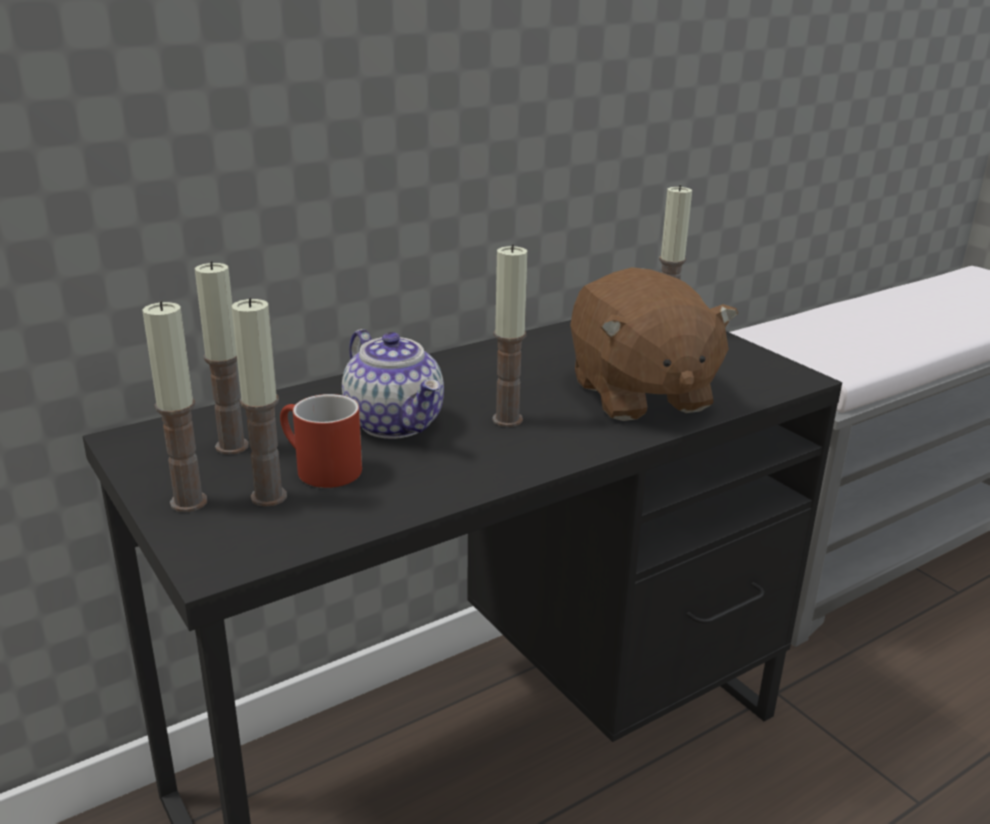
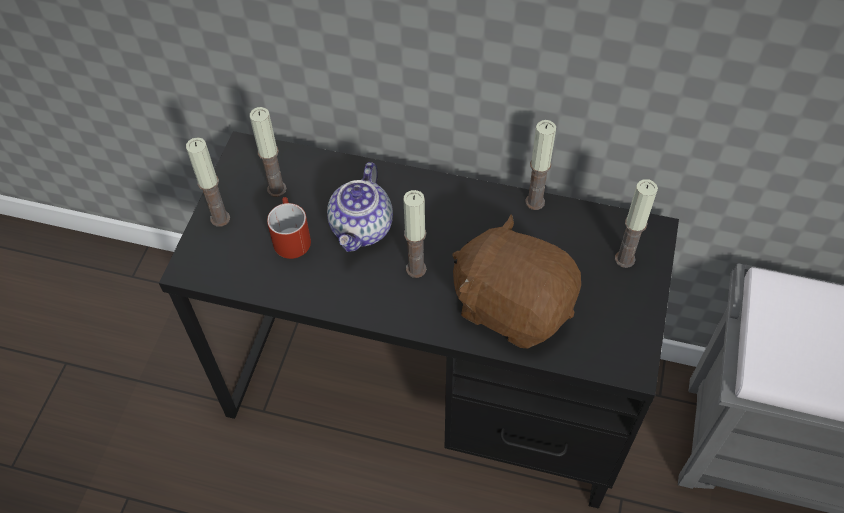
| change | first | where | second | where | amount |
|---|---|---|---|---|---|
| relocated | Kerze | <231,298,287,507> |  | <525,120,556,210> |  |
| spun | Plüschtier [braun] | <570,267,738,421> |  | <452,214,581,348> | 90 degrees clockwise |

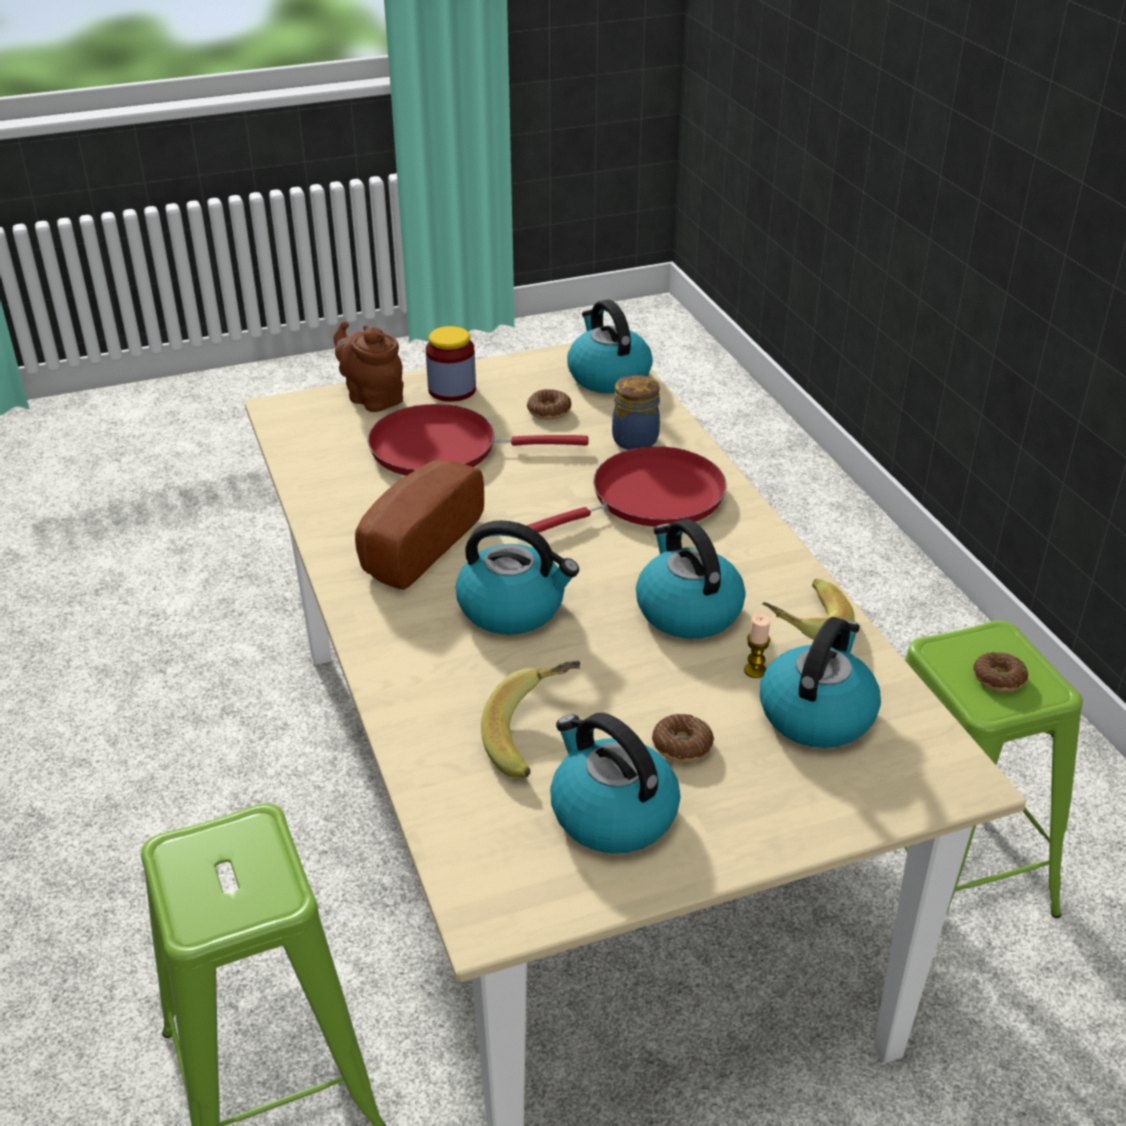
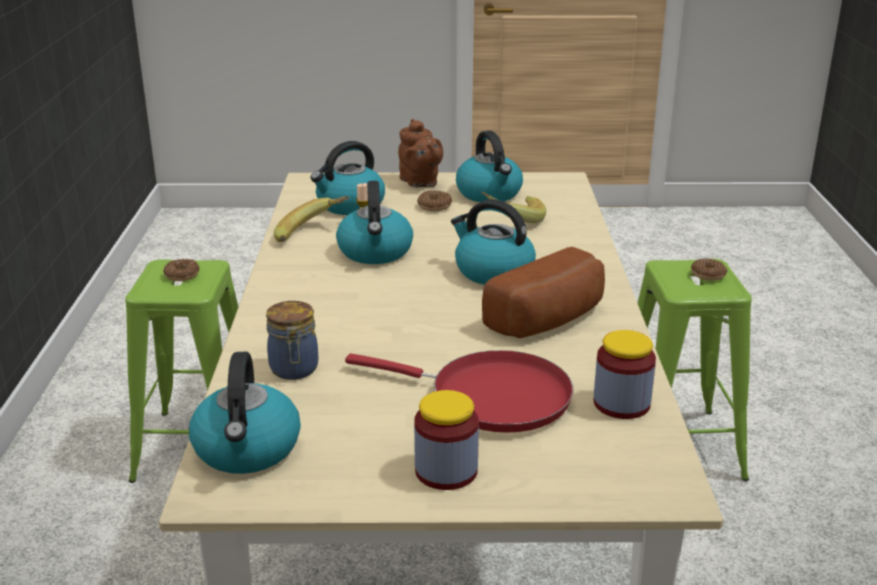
| change | first | where | second | where | amount |
|---|---|---|---|---|---|
| missing | Pfanne [rot] | <526,446,727,533> |  |  |  |
| appeared |  |  | Vorratsglas | <594,330,656,419> |  |
| relocated | Teekanne [braun] | <333,321,404,412> |  | <398,119,443,187> |  |
| relocated | Donut | <527,389,571,420> |  | <691,259,728,281> |  |

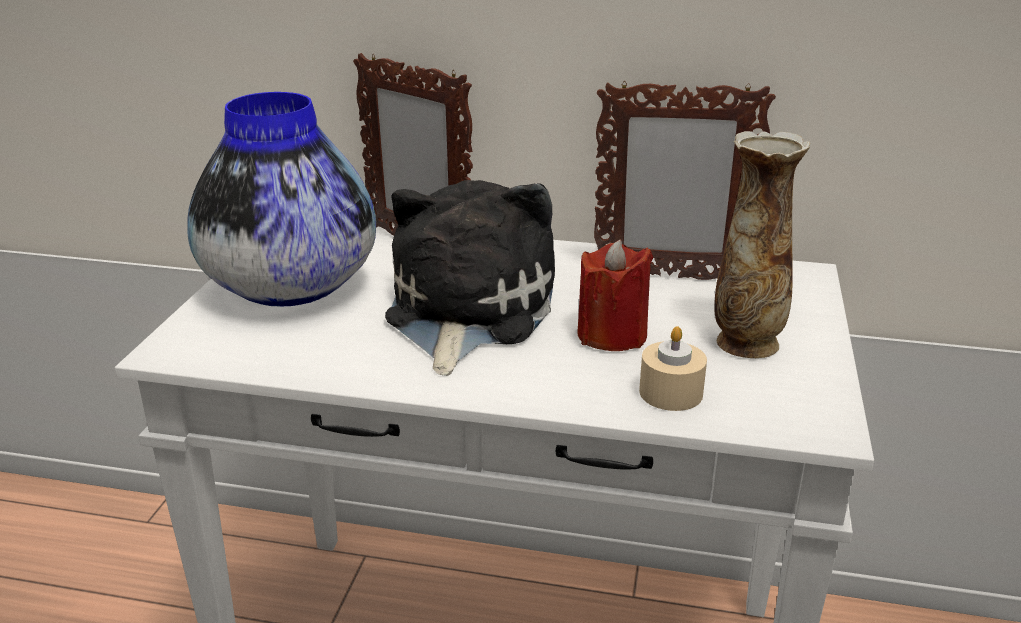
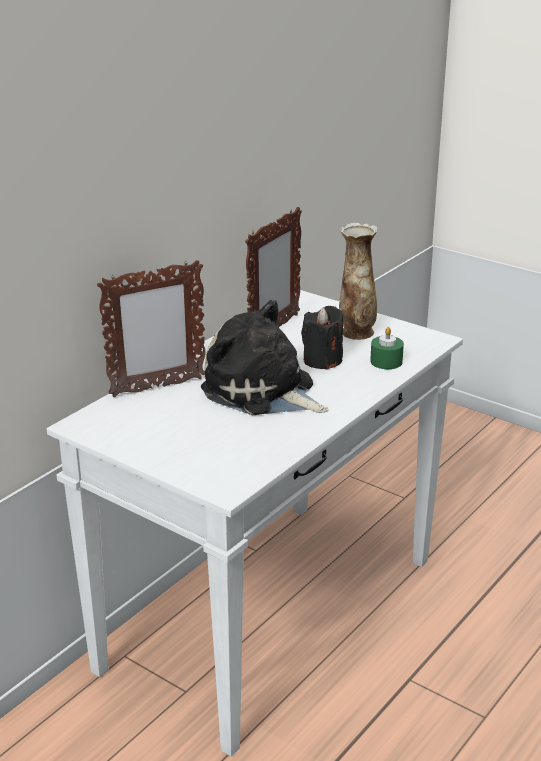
| change | first | where | second | where | amount |
|---|---|---|---|---|---|
| missing | Vase | <187,92,376,306> |  |  |  |
| colour | Kerze [rot] | <577,240,653,351> | Kerze [schwarz] | <301,306,343,370> |  |
| colour | Kerze [beige] | <639,326,707,411> | Kerze [grün] | <370,327,404,369> |  |

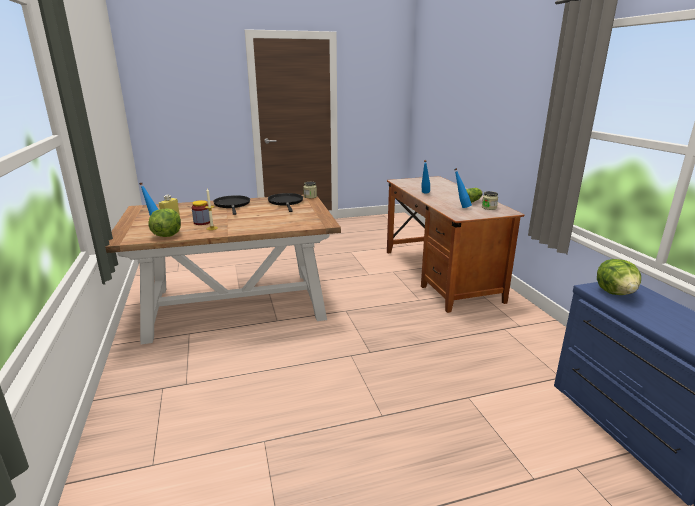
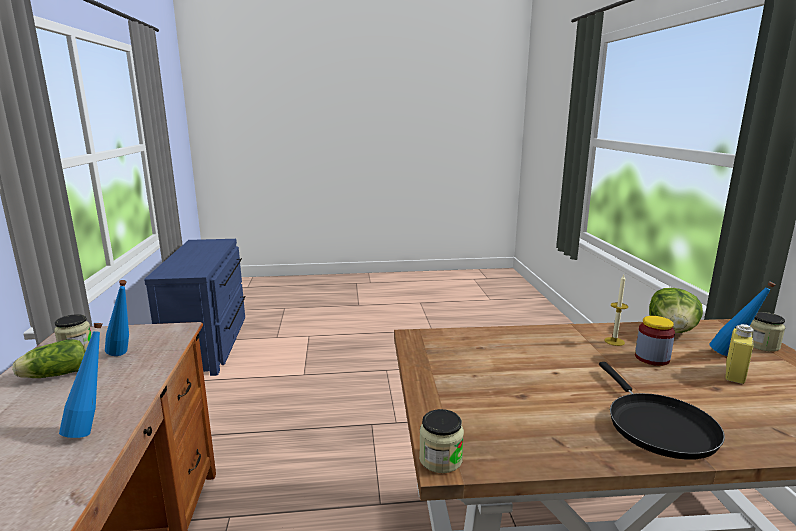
| change | first | where | second | where | amount |
|---|---|---|---|---|---|
| missing | Pfanne [schwarz] | <268,193,303,212> |  |  |  |
| missing | Salatkopf | <597,259,641,295> |  |  |  |
| appeared |  |  | Vorratsglas | <750,312,785,352> |  |

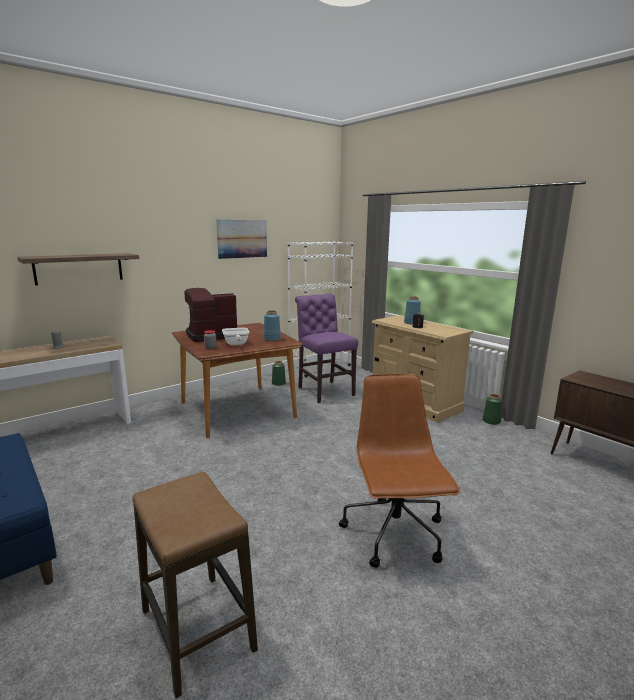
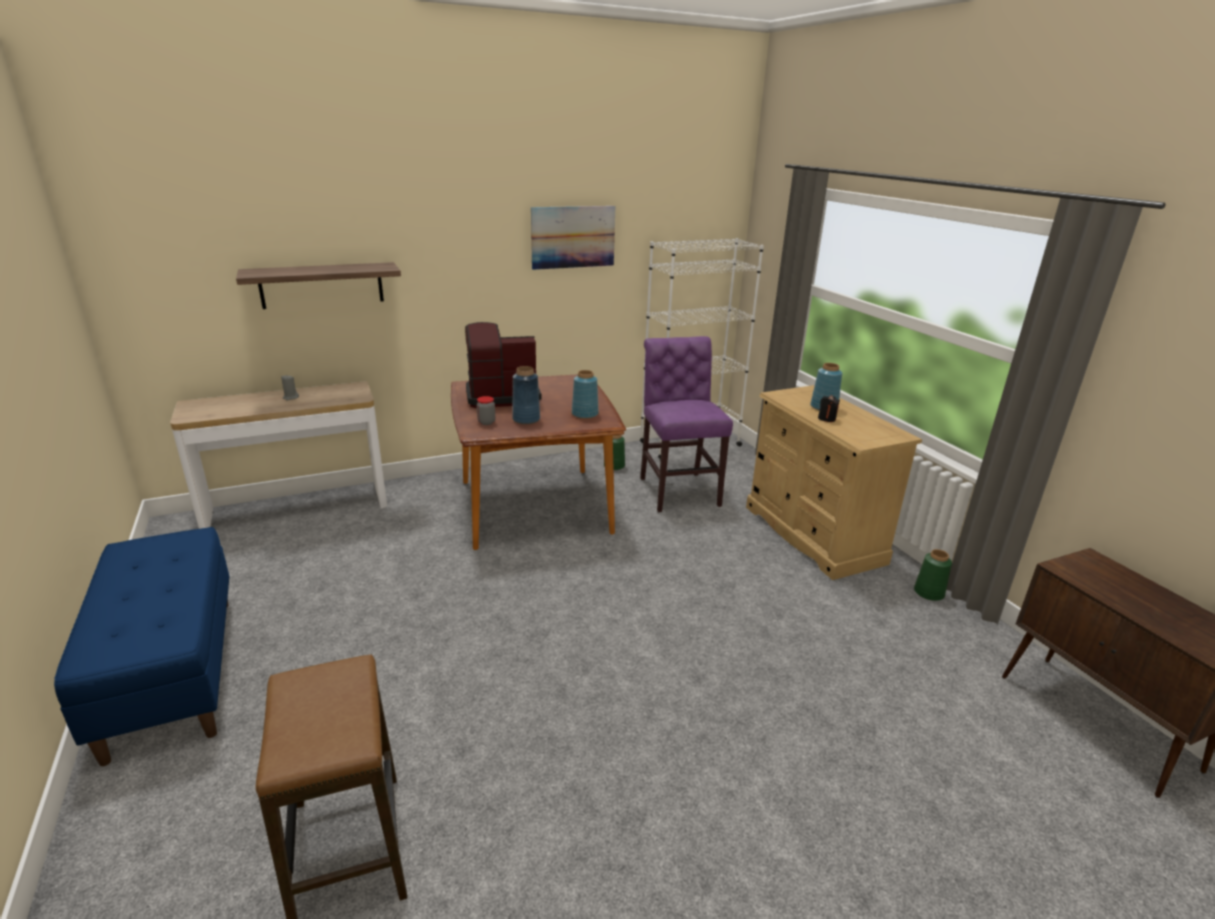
| change | first | where | second | where | amount |
|---|---|---|---|---|---|
| missing | Bürostuhl [braun] | <339,374,460,568> |  |  |  |
| exchanged | Pfanne | <222,328,249,345> | Vase [blau] | <512,366,540,424> |  |

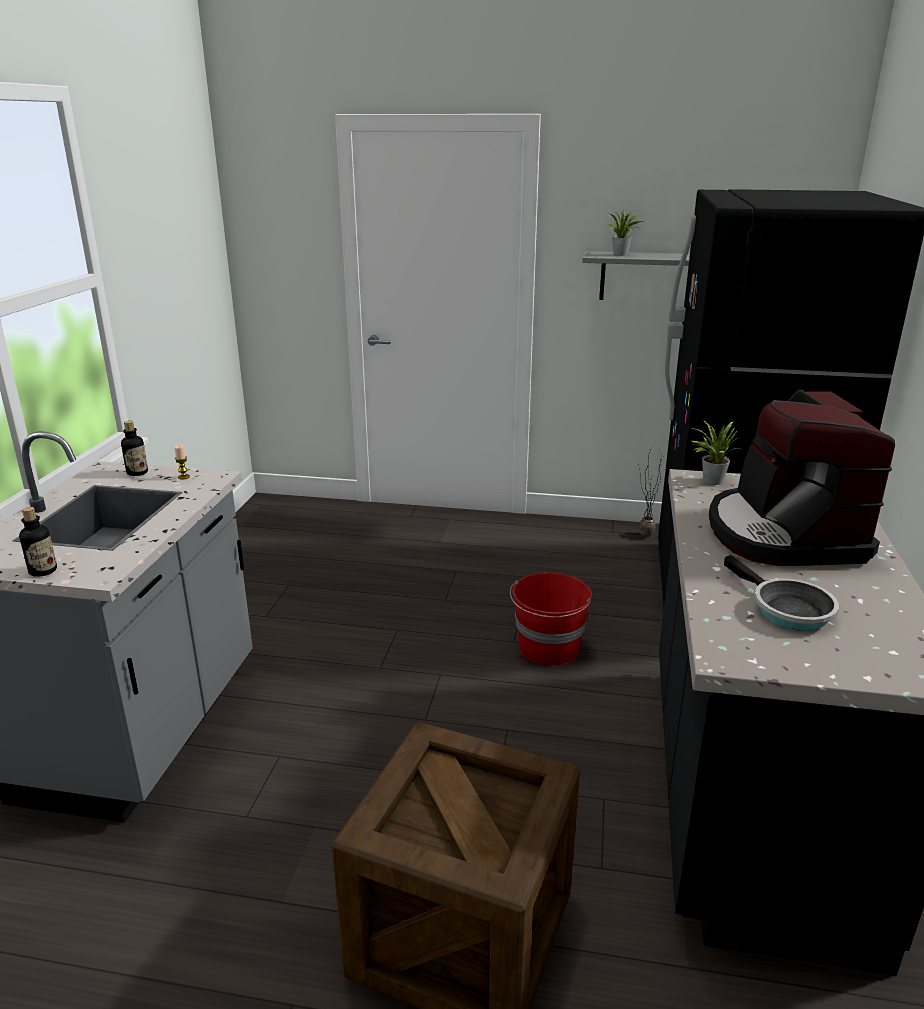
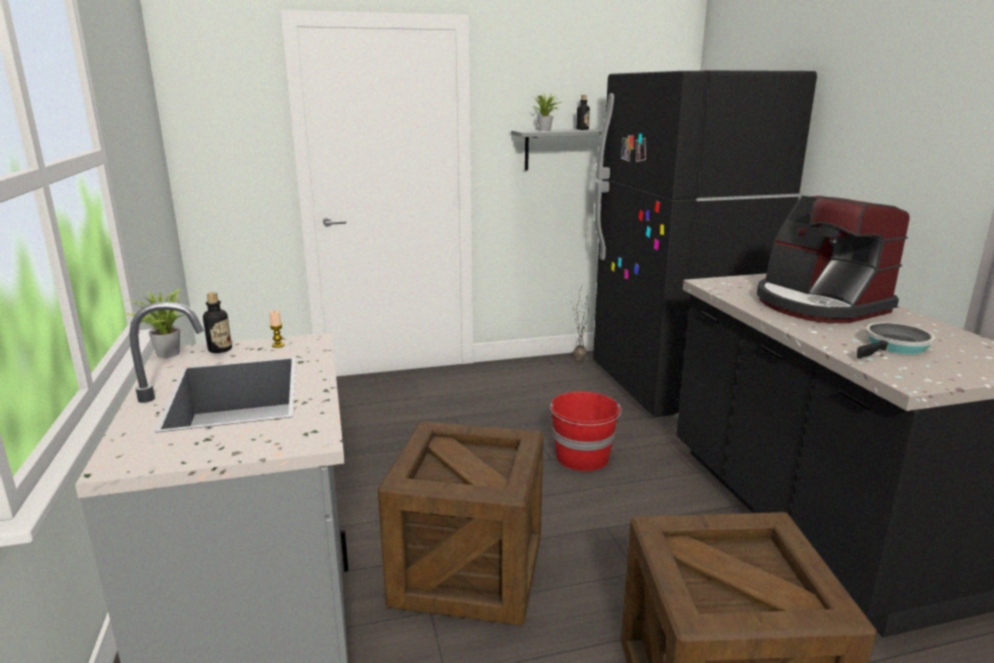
| change | first | where | second | where | amount |
|---|---|---|---|---|---|
| appeared |  |  | Kiste | <378,421,544,625> |  |
| relocated | Flasche | <19,507,57,577> |  | <576,95,590,130> |  |
| relocated | Topfpflanze | <691,421,742,485> |  | <126,288,186,358> |  |
| spun | Pfanne | <724,555,839,631> |  | <857,322,935,359> | 75 degrees counterclockwise |

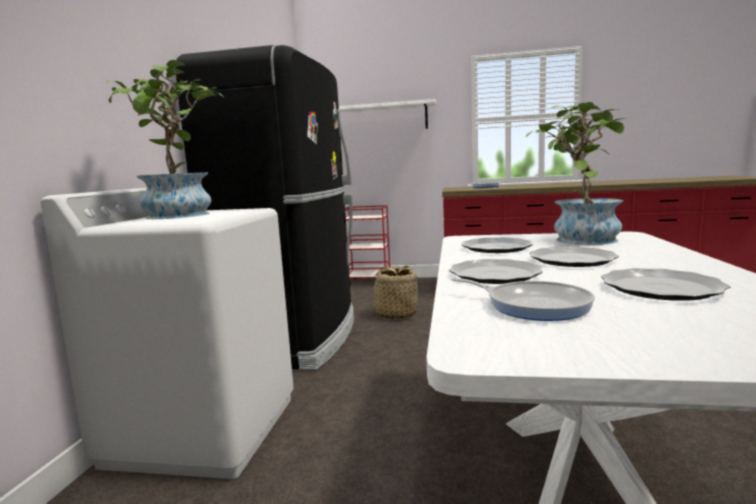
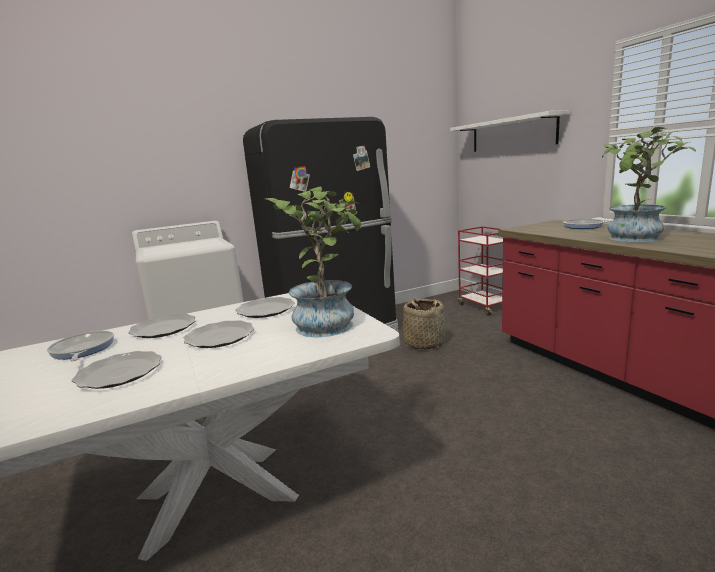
| change | first | where | second | where | amount |
|---|---|---|---|---|---|
| relocated | Topfpflanze | <106,60,223,219> |  | <602,127,696,242> |  |
| spun | Pfanne | <451,278,595,321> |  | <47,331,114,361> | 150 degrees clockwise |

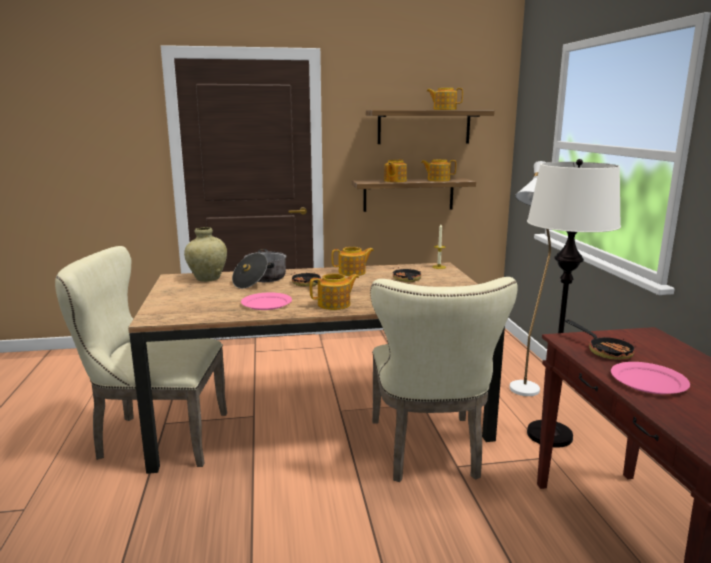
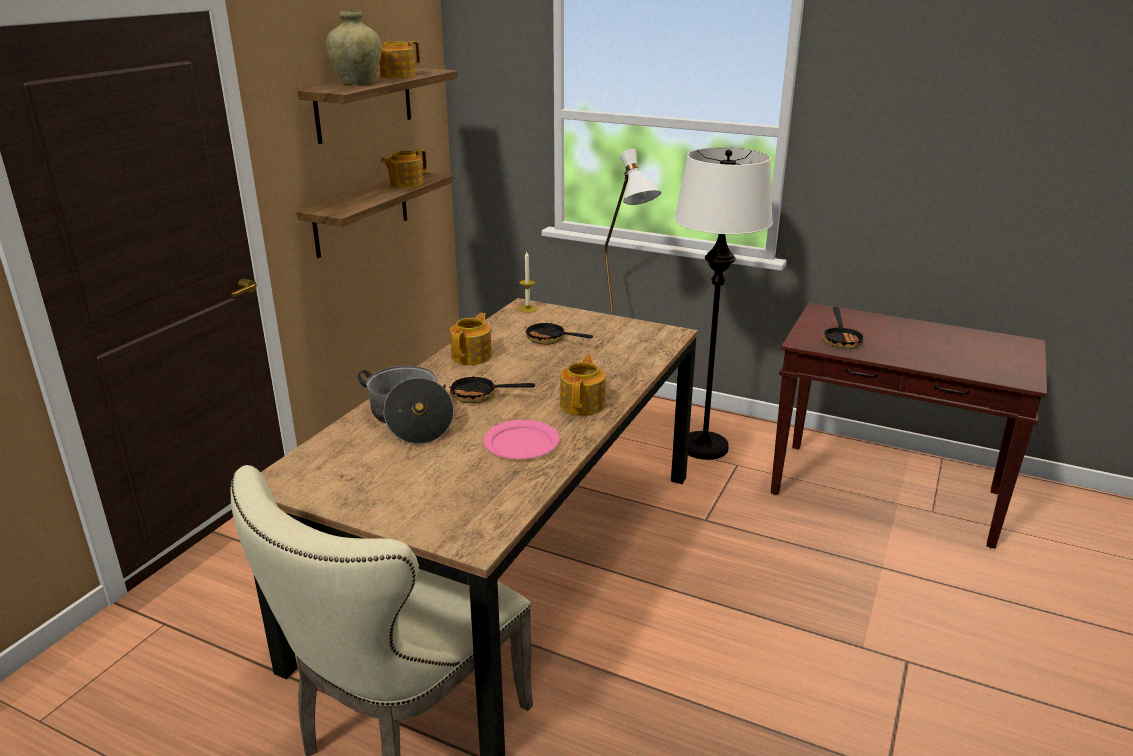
| change | first | where | second | where | amount |
|---|---|---|---|---|---|
| missing | Stuhl [beige] | <370,277,518,482> |  |  |  |
| missing | Teekanne | <384,159,407,182> |  |  |  |
| missing | Teller [rosa] | <611,362,690,394> |  |  |  |
| relocated | Vase [beige] | <184,227,227,282> |  | <326,10,382,85> |  |
| spun | Pfanne | <565,320,636,360> |  | <823,307,865,349> | 90 degrees clockwise |

